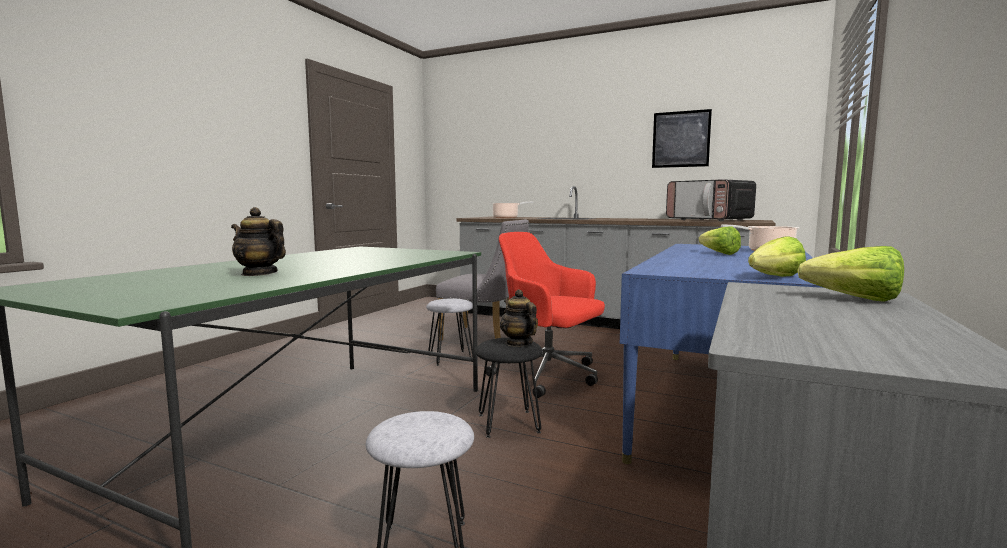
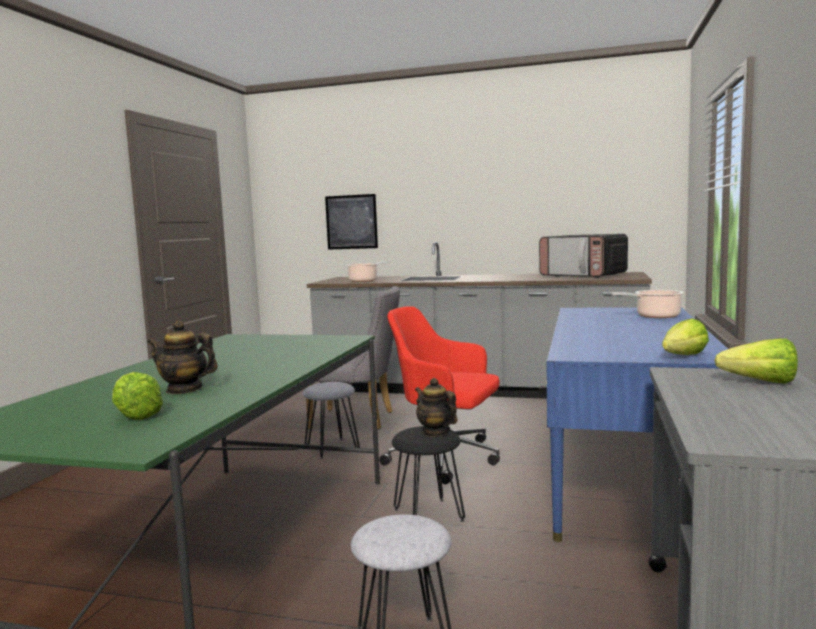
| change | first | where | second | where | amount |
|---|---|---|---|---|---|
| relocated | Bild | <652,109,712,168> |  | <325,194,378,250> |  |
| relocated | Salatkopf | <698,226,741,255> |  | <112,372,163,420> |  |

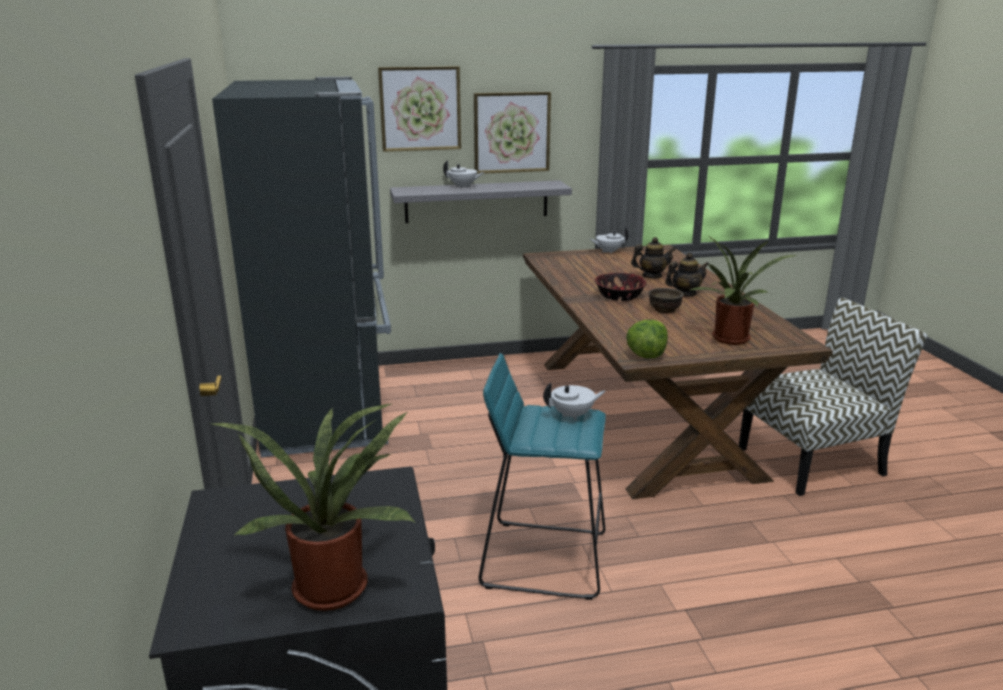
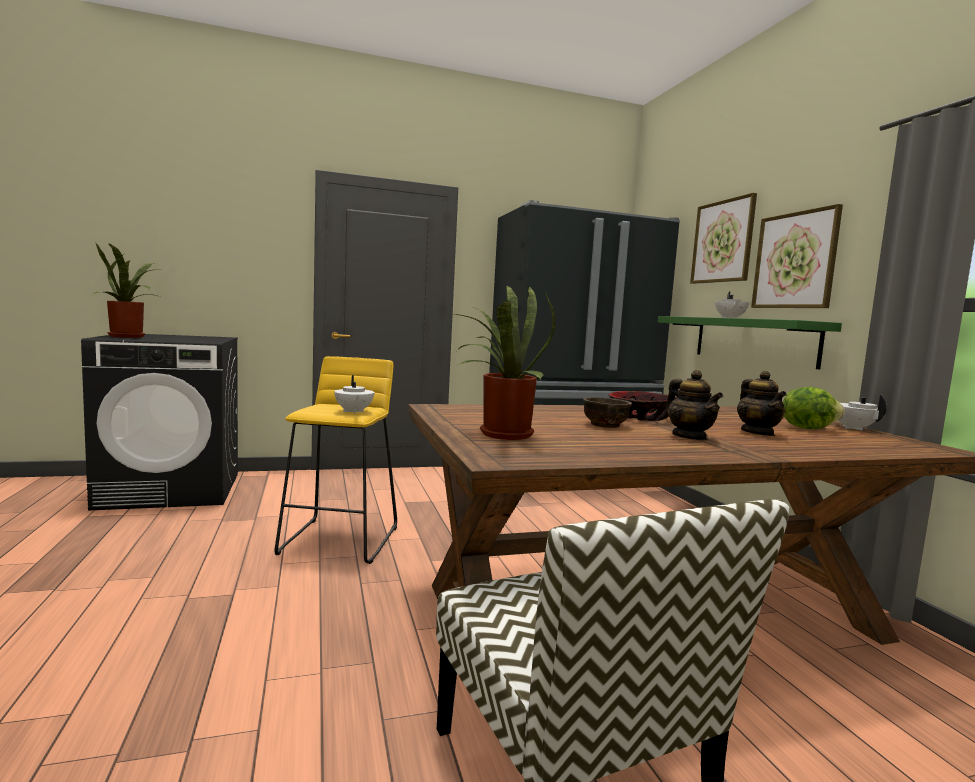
| change | first | where | second | where | amount |
|---|---|---|---|---|---|
| relocated | Salatkopf | <626,319,668,358> |  | <783,387,845,429> |  |
| colour | Wandregal [grau] | <390,180,572,223> | Wandregal [grün] | <658,316,842,370> |  |
| colour | Hocker [türkis] | <479,353,606,600> | Hocker [gelb] | <275,356,397,564> |  |

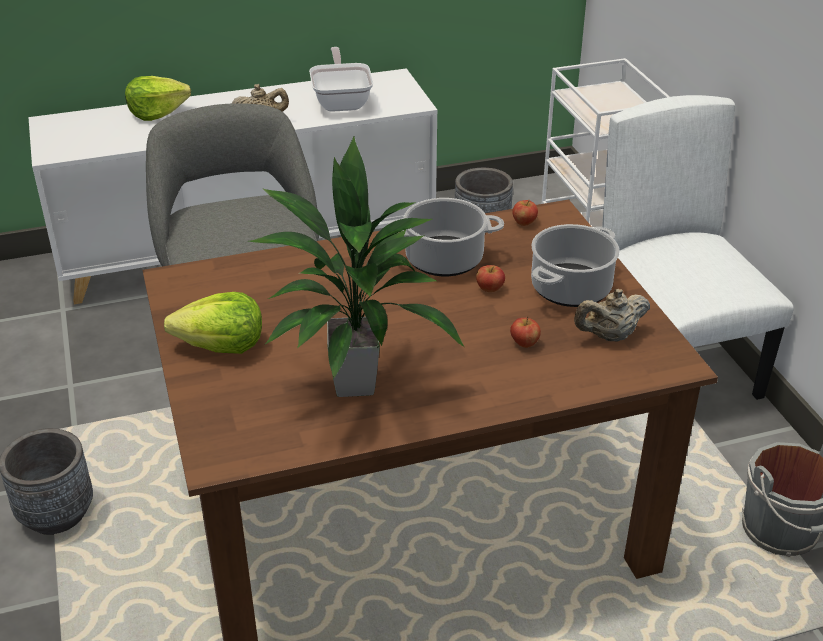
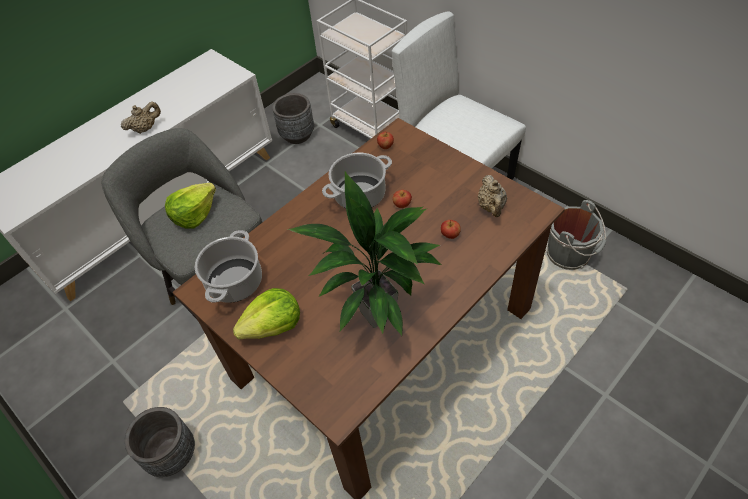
| change | first | where | second | where | amount |
|---|---|---|---|---|---|
| missing | Pfanne | <309,47,373,112> |  |  |  |
| relocated | Salatkopf | <125,76,191,121> |  | <165,183,216,229> |  |
| relocated | Kochtopf | <531,224,620,307> |  | <195,230,262,303> |  |
| spun | Teekanne [beige] | <574,289,650,342> |  | <478,175,507,217> | 45 degrees counterclockwise |

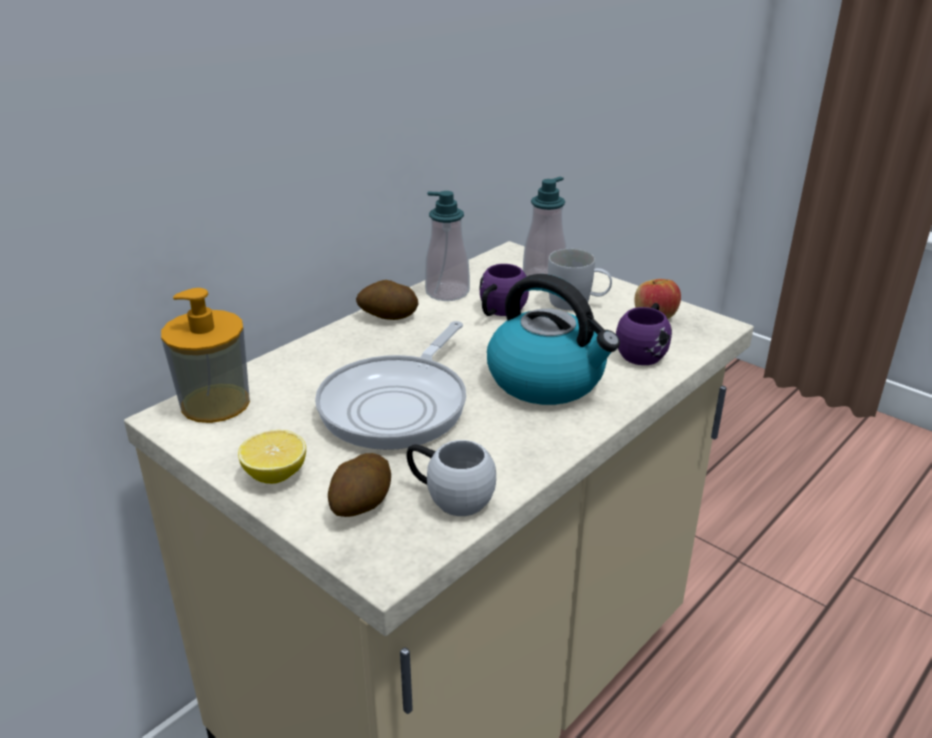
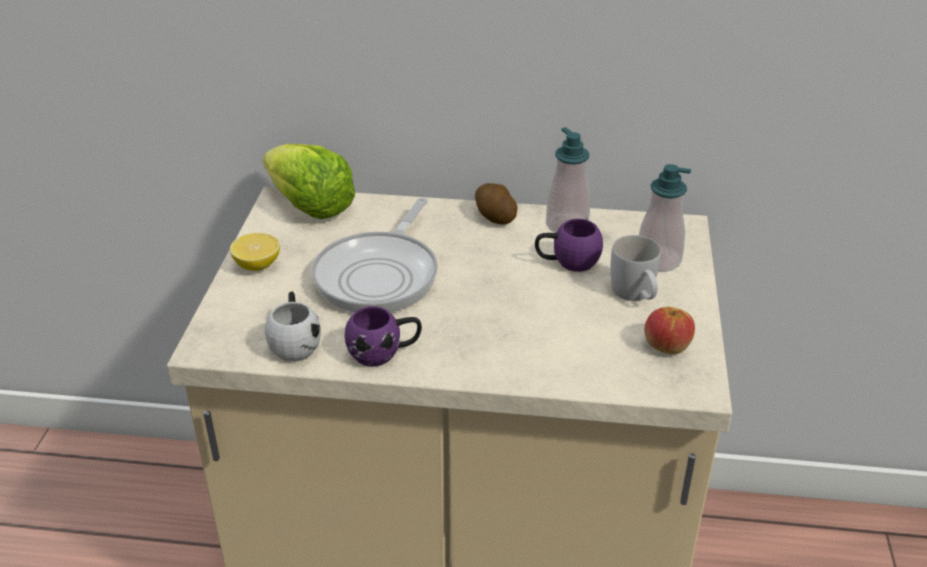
| change | first | where | second | where | amount |
|---|---|---|---|---|---|
| missing | Kartoffel | <328,453,391,517> |  |  |  |
| missing | Wasserkessel | <487,274,620,405> |  |  |  |
| relocated | Henkelbecher [lila] | <616,303,672,365> |  | <345,306,422,366> |  |
| exchanged | Seifenspender | <161,288,250,423> | Salatkopf | <263,144,355,219> |  |
| spun | Pfanne | <315,321,466,450> |  | <312,198,438,312> | 60 degrees counterclockwise |

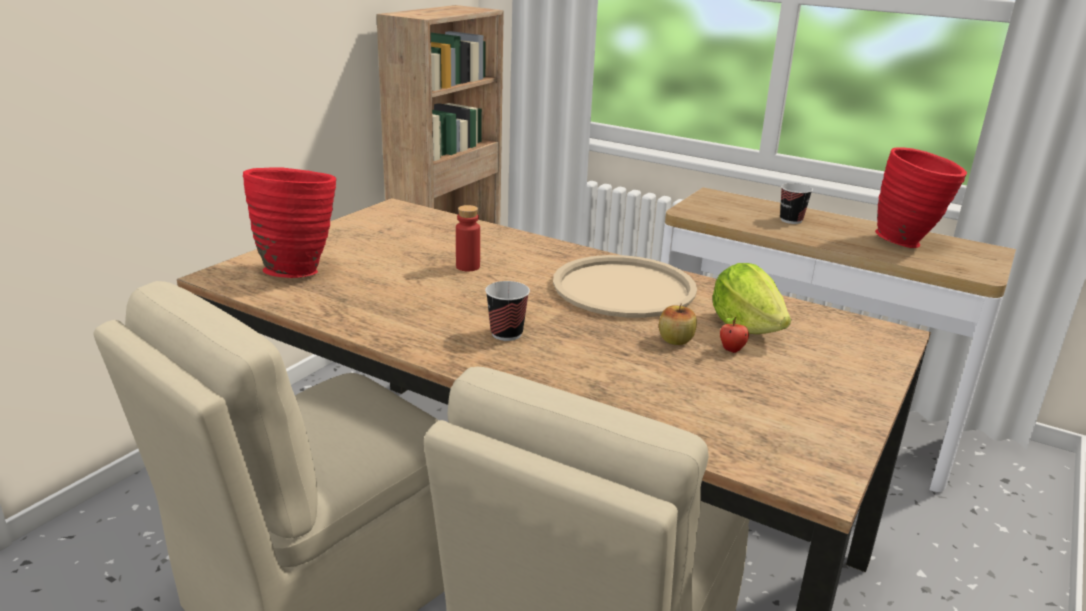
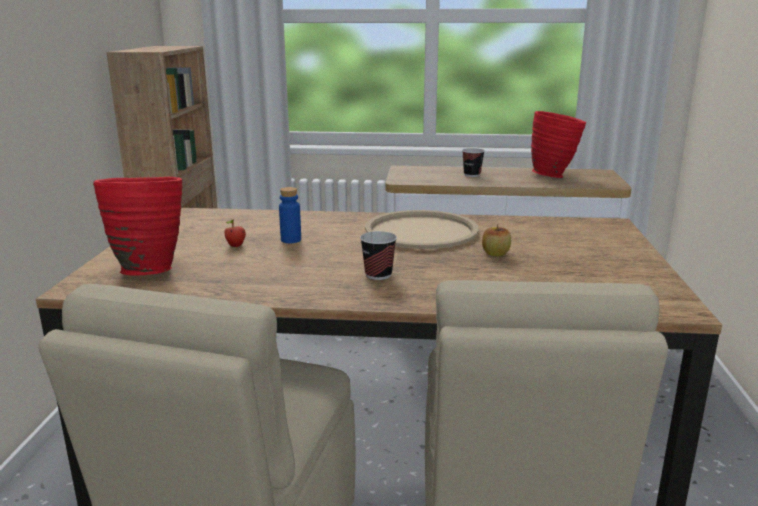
| change | first | where | second | where | amount |
|---|---|---|---|---|---|
| missing | Salatkopf | <712,263,791,334> |  |  |  |
| relocated | Apfel | <720,317,749,353> |  | <224,219,246,247> |  |
| colour | Flasche [rot] | <456,205,480,271> | Flasche [blau] | <279,187,301,243> |  |

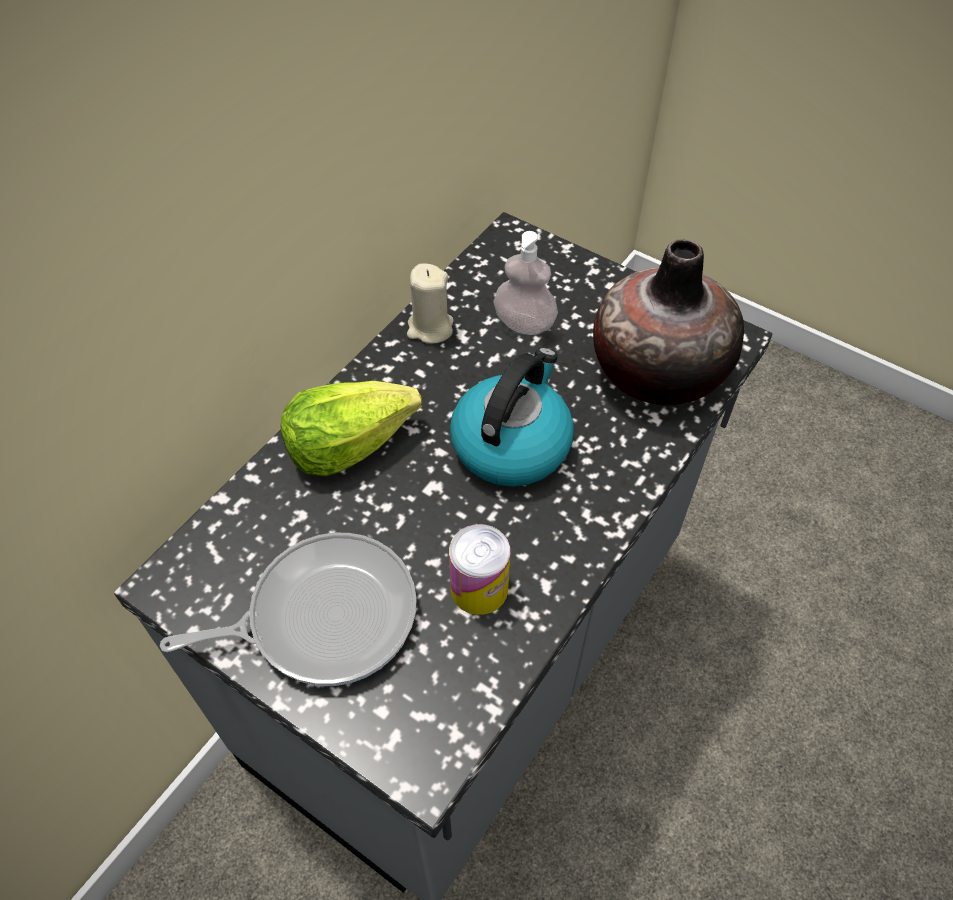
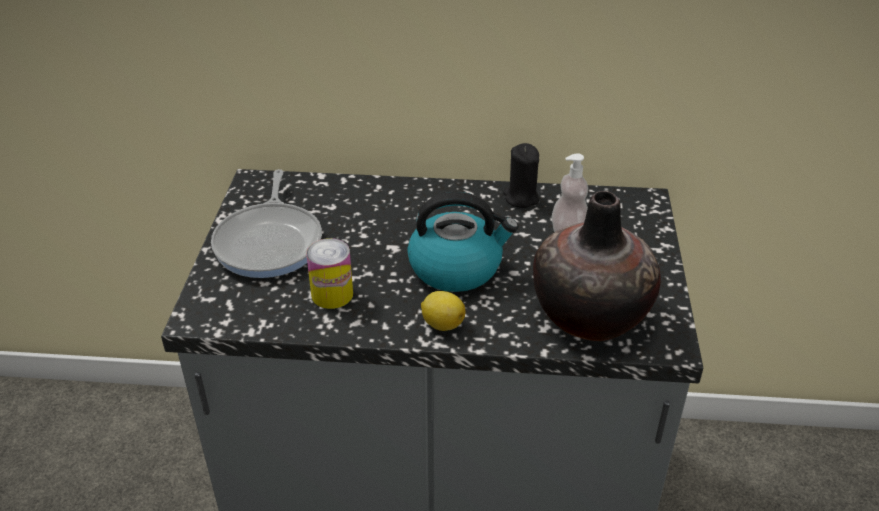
| change | first | where | second | where | amount |
|---|---|---|---|---|---|
| missing | Salatkopf | <280,381,422,477> |  |  |  |
| appeared |  |  | Zitrone | <421,291,465,331> |  |
| colour | Kerze [beige] | <407,264,454,344> | Kerze [schwarz] | <503,143,539,208> |  |
| spun | Pfanne | <160,533,417,686> |  | <211,169,322,278> | 45 degrees clockwise |

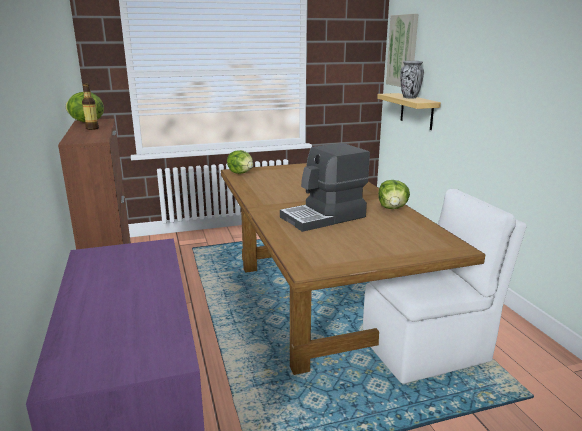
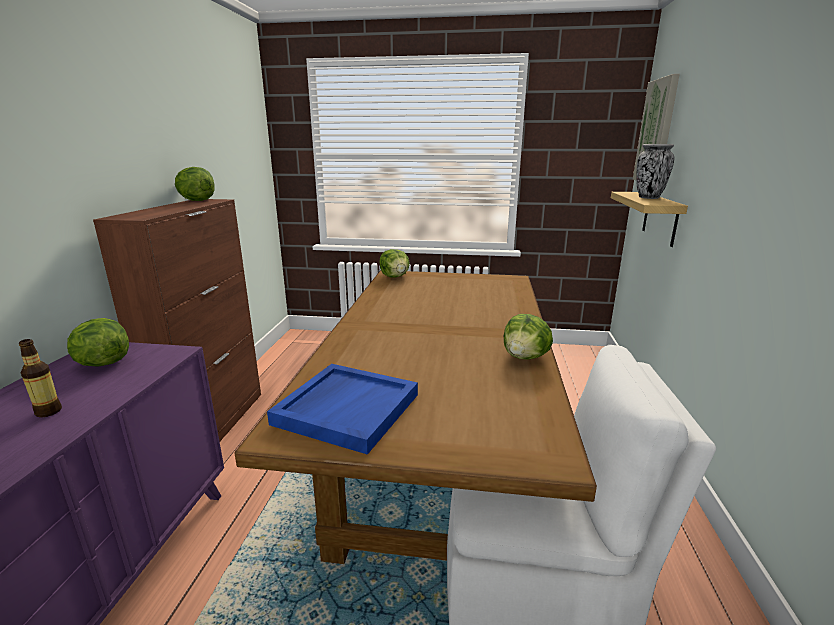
| change | first | where | second | where | amount |
|---|---|---|---|---|---|
| missing | Kaffeemaschine | <280,143,370,232> |  |  |  |
| appeared |  |  | Salatkopf | <67,318,129,367> |  |
| appeared |  |  | Tablett [blau] | <267,364,418,455> |  |
| relocated | Flasche | <82,83,99,130> |  | <19,339,62,417> |  |

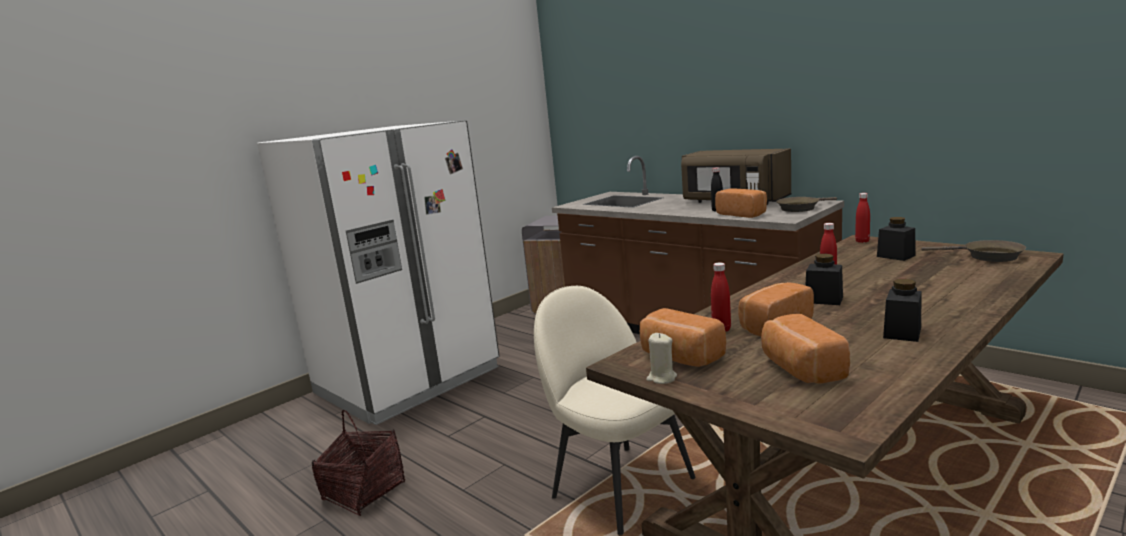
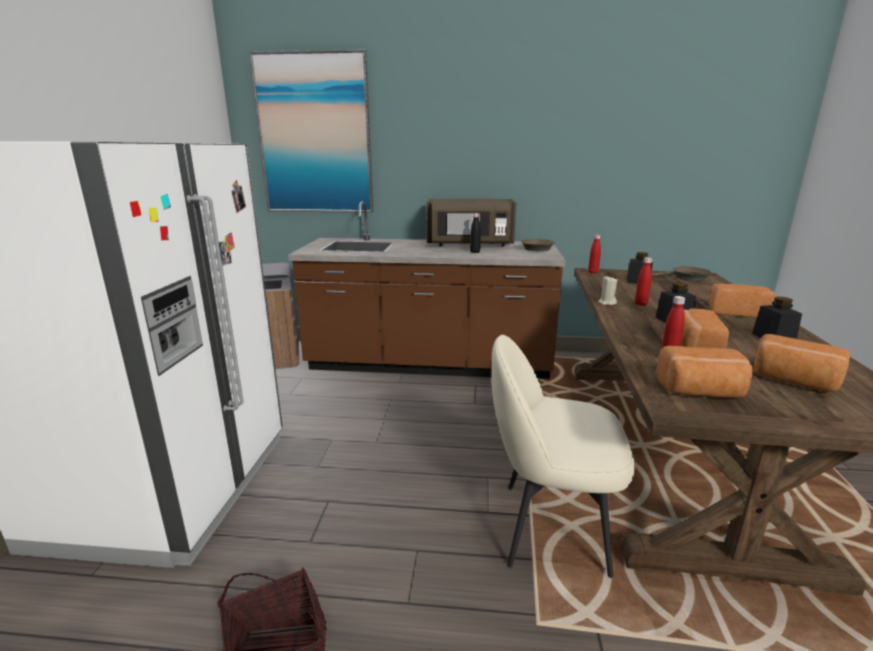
| change | first | where | second | where | amount |
|---|---|---|---|---|---|
| appeared |  |  | Bild | <249,49,373,213> |  |
| relocated | Kerze [beige] | <646,333,677,384> |  | <598,276,617,305> |  |
| relocated | Brot | <715,189,767,218> |  | <709,284,776,317> |  |

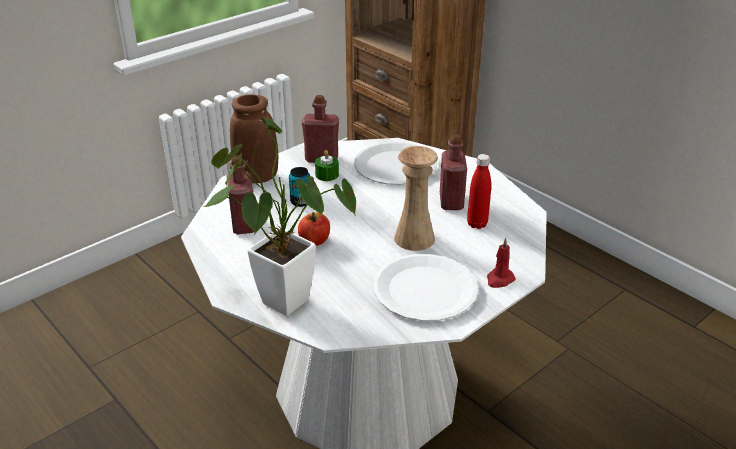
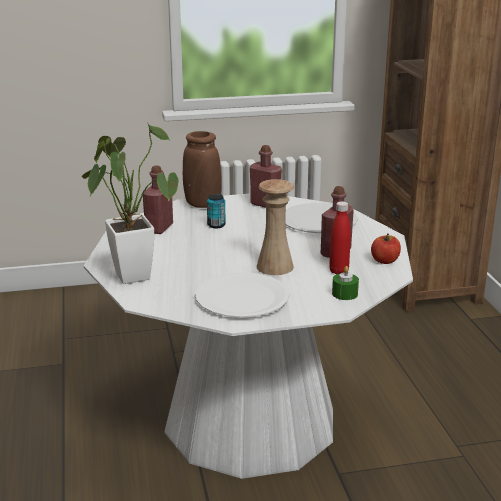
| change | first | where | second | where | amount |
|---|---|---|---|---|---|
| missing | Kerze [rot] | <487,238,516,288> |  |  |  |
| relocated | Apfel | <298,212,330,246> |  | <371,234,401,264> |  |
| relocated | Kerze [grün] | <315,150,339,181> |  | <332,266,359,300> |  |

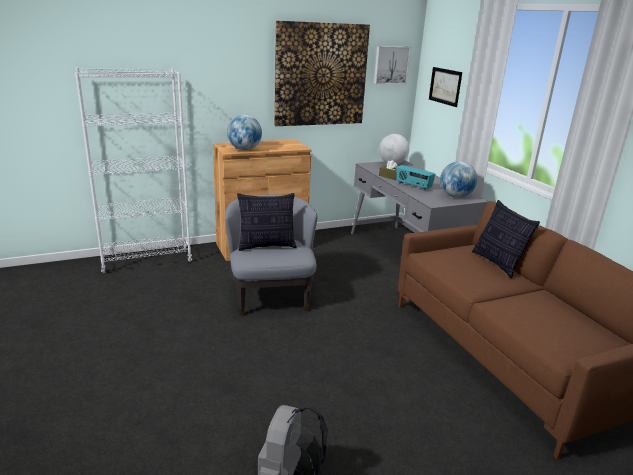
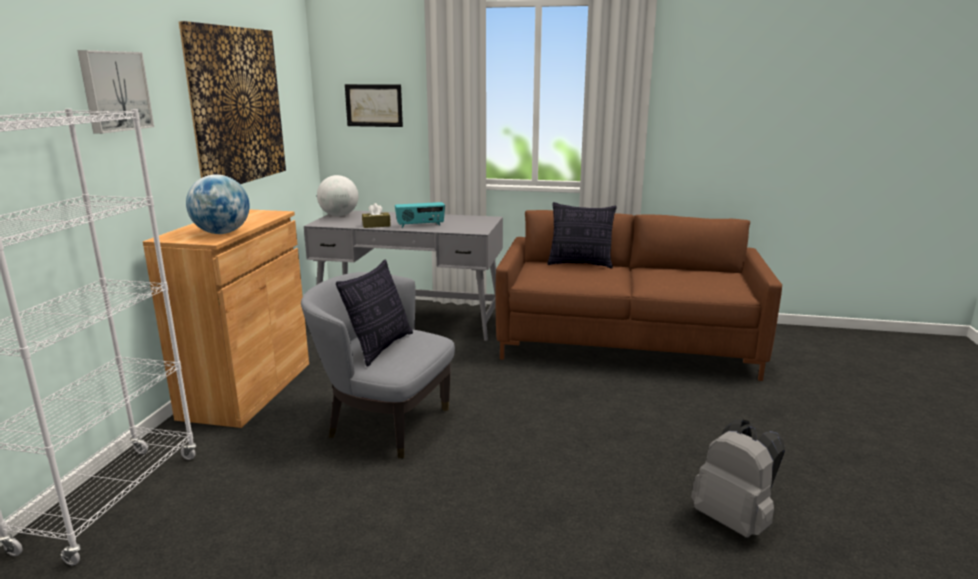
| change | first | where | second | where | amount |
|---|---|---|---|---|---|
| missing | Globus | <440,161,477,198> |  |  |  |
| relocated | Bild | <374,46,411,84> |  | <77,50,154,134> |  |

